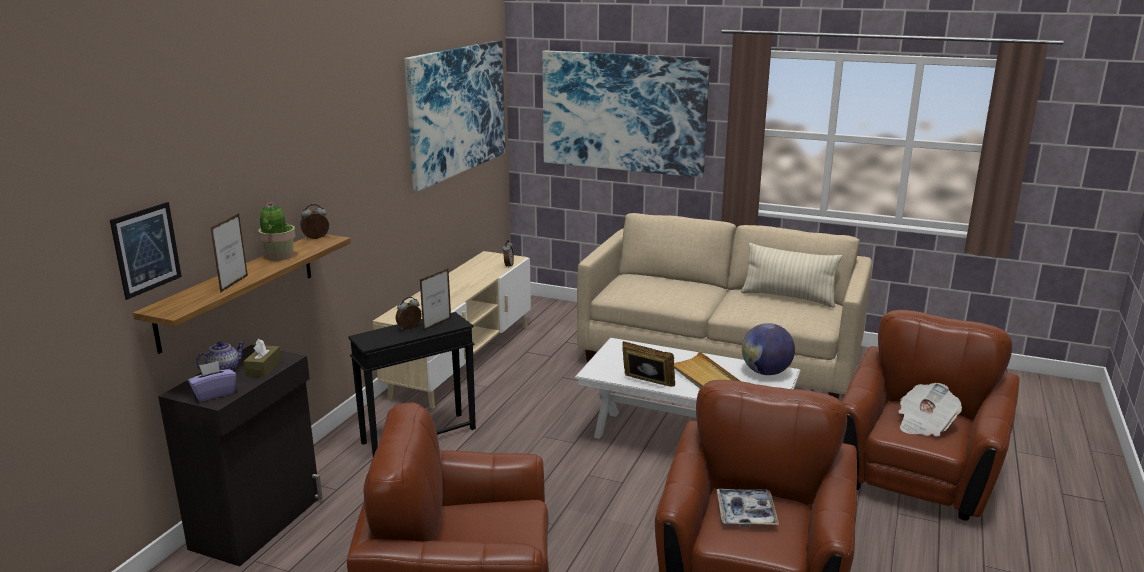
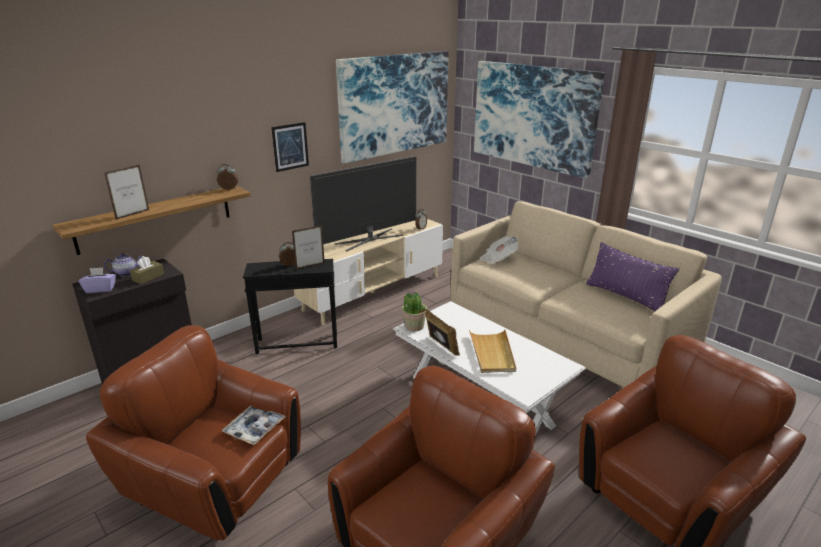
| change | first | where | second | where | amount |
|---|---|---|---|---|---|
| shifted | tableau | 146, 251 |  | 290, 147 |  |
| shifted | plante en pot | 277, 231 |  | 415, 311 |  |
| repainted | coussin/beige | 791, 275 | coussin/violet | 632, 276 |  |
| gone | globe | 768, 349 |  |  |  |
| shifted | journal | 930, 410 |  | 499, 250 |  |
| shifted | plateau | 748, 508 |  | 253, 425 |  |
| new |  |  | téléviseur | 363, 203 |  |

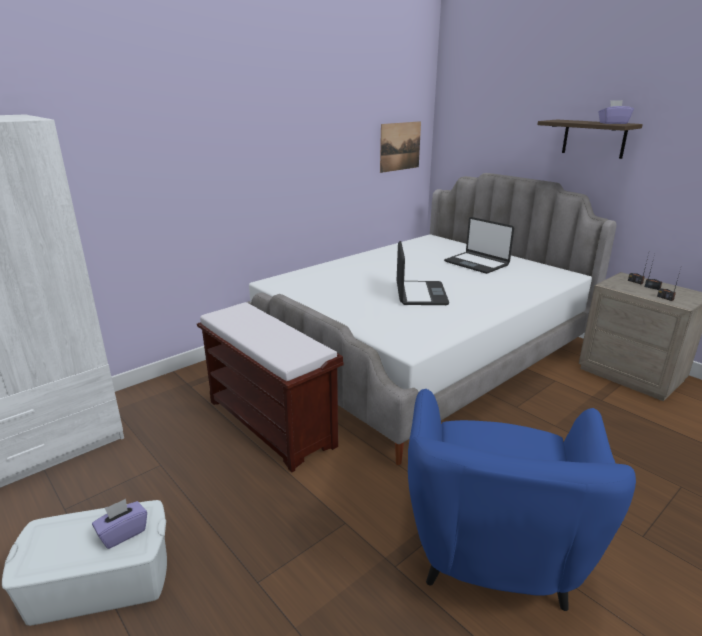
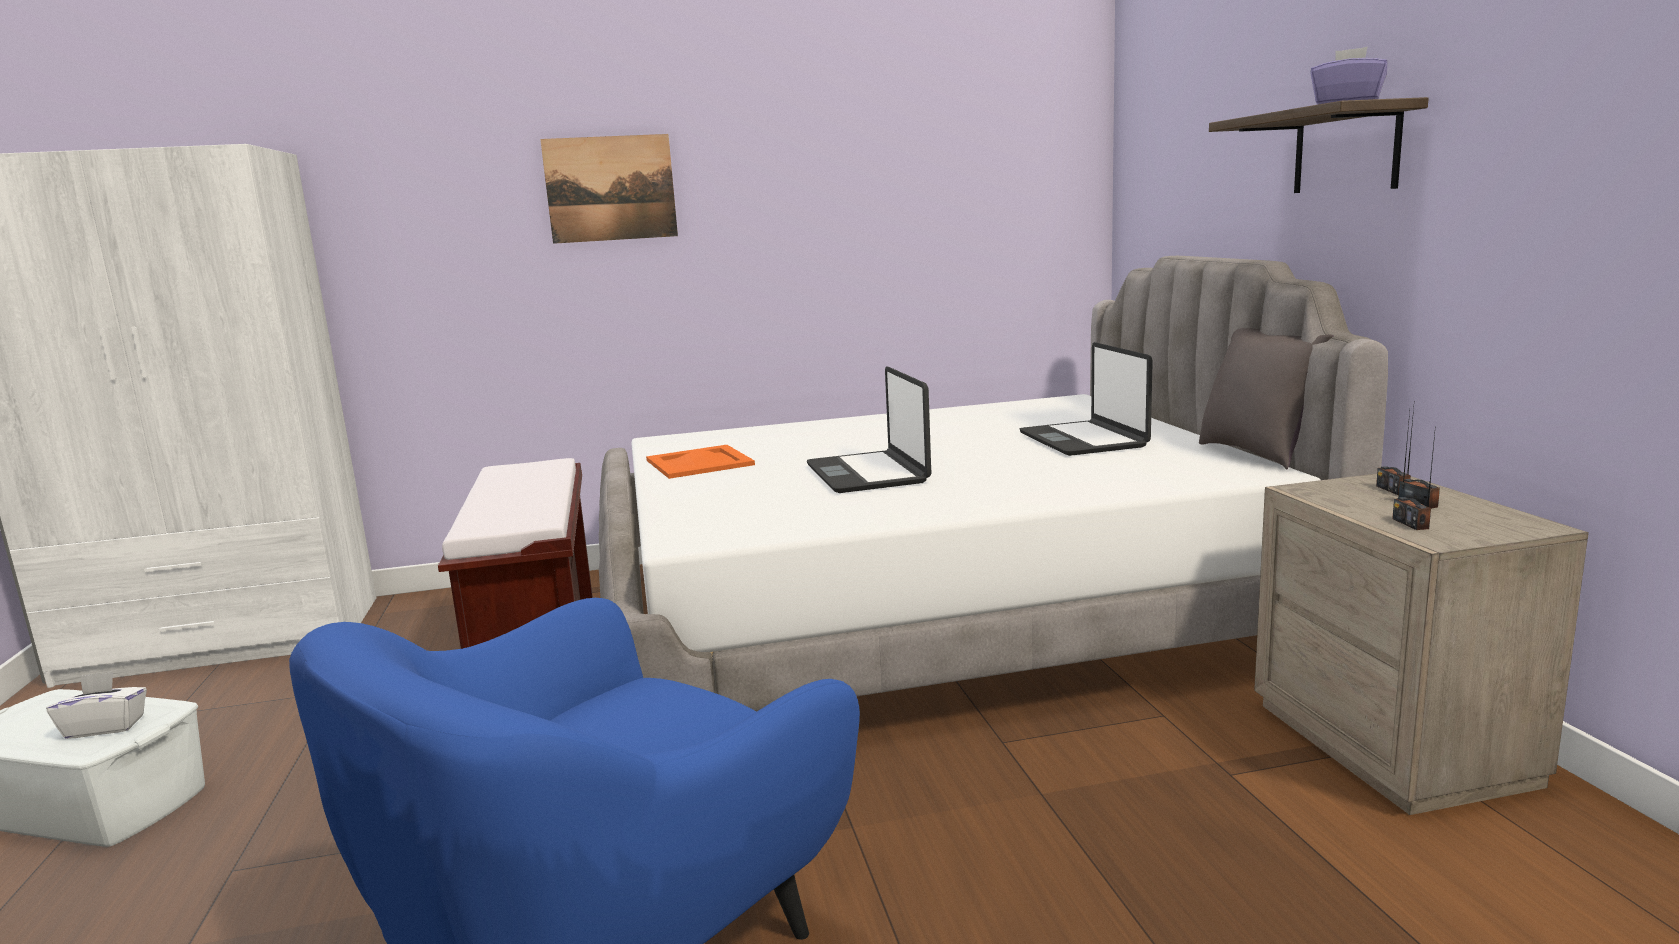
| change | first | where | second | where | amount |
|---|---|---|---|---|---|
| shifted | tableau | 400, 147 |  | 609, 189 |  |
| rotated | ordinateur portable | 423, 273 |  | 869, 429 | 135 degrees clockwise |
| repainted | boîte à mouchoirs/violet | 119, 524 | boîte à mouchoirs/blanc | 96, 705 |  |
| new |  |  | coussin/gris | 1266, 398 |  |
| new |  |  | plateau/orange | 700, 462 |  |

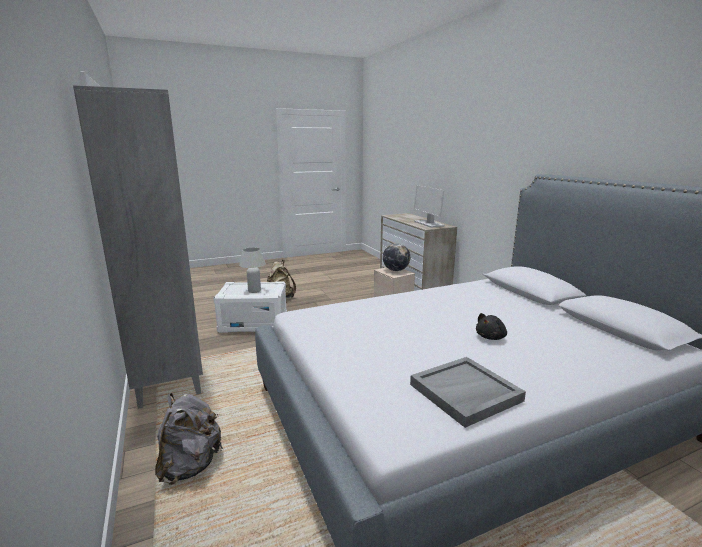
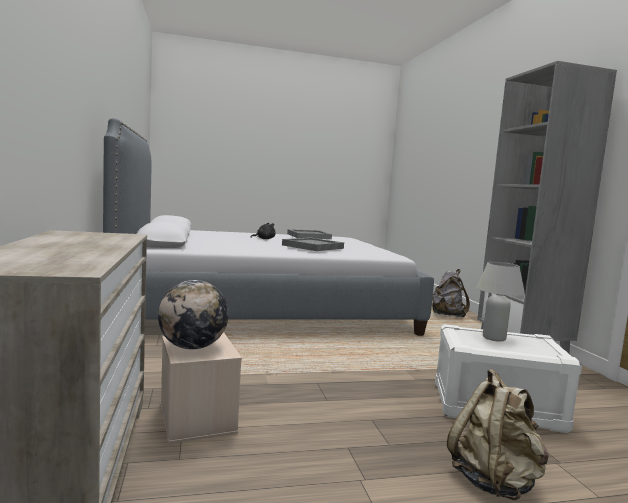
| change | first | where | second | where | amount |
|---|---|---|---|---|---|
| gone | écran d'ordinateur | 429, 206 |  |  |  |
| new |  |  | plateau/gris | 313, 244 |  |

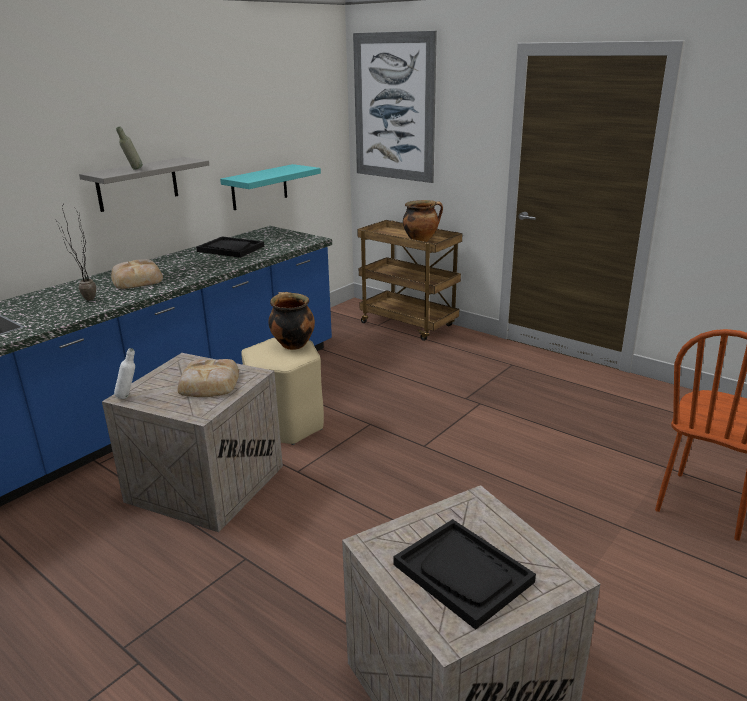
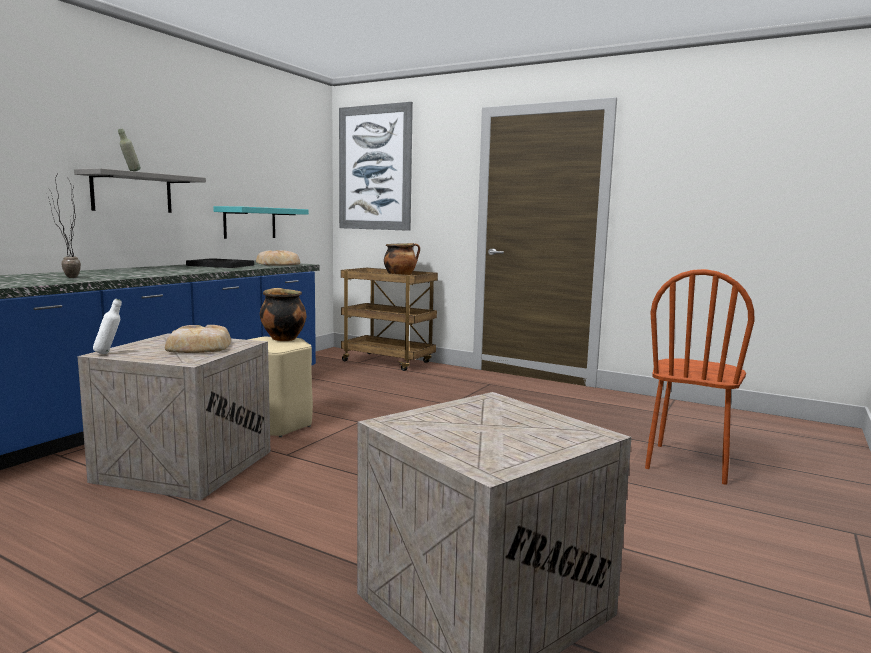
| change | first | where | second | where | amount |
|---|---|---|---|---|---|
| shifted | pain | 137, 274 |  | 278, 258 |  |
| gone | plateau/noir | 464, 574 |  |  |  |

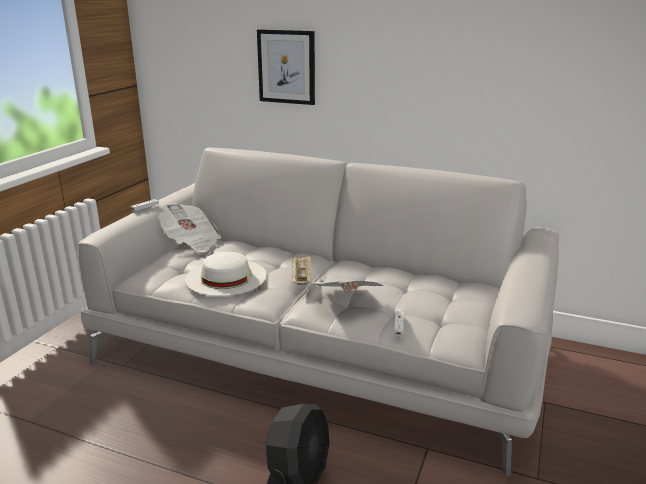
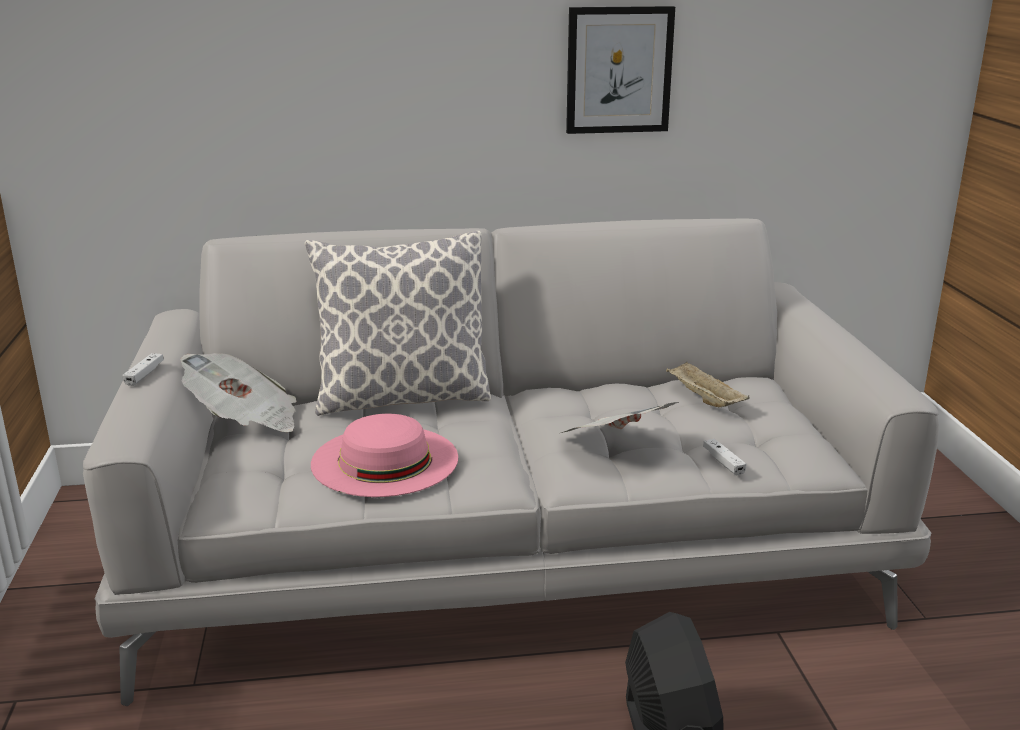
| change | first | where | second | where | amount |
|---|---|---|---|---|---|
| shifted | tableau | 286, 67 |  | 620, 70 |  |
| repainted | chapeau/blanc | 226, 274 | chapeau/rose | 384, 455 |  |
| shifted | plateau/beige | 301, 270 |  | 708, 384 |  |
| new |  |  | coussin | 398, 323 |  |

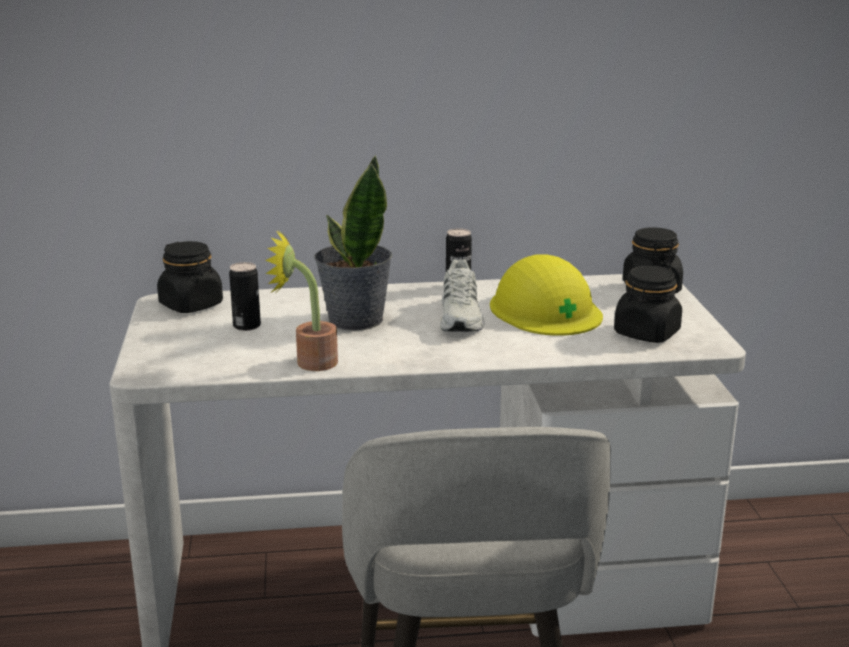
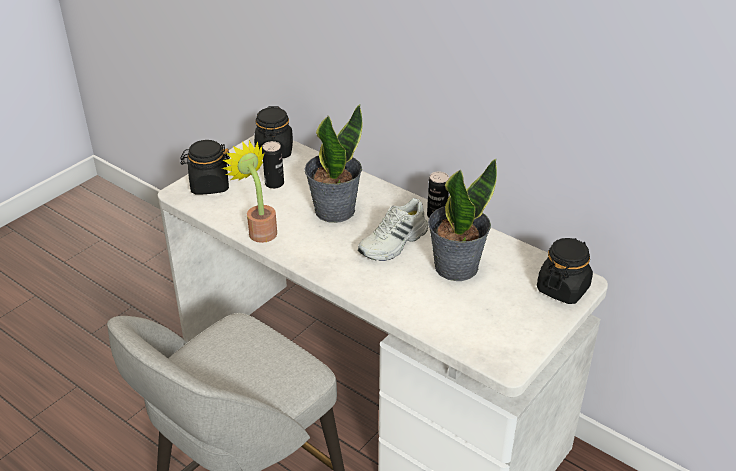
| change | first | where | second | where | amount |
|---|---|---|---|---|---|
| swapped | casque de chantier/jaune | 546, 295 | plante en pot | 462, 219 |  |
| shifted | bocal/noir | 648, 304 |  | 205, 167 |  |

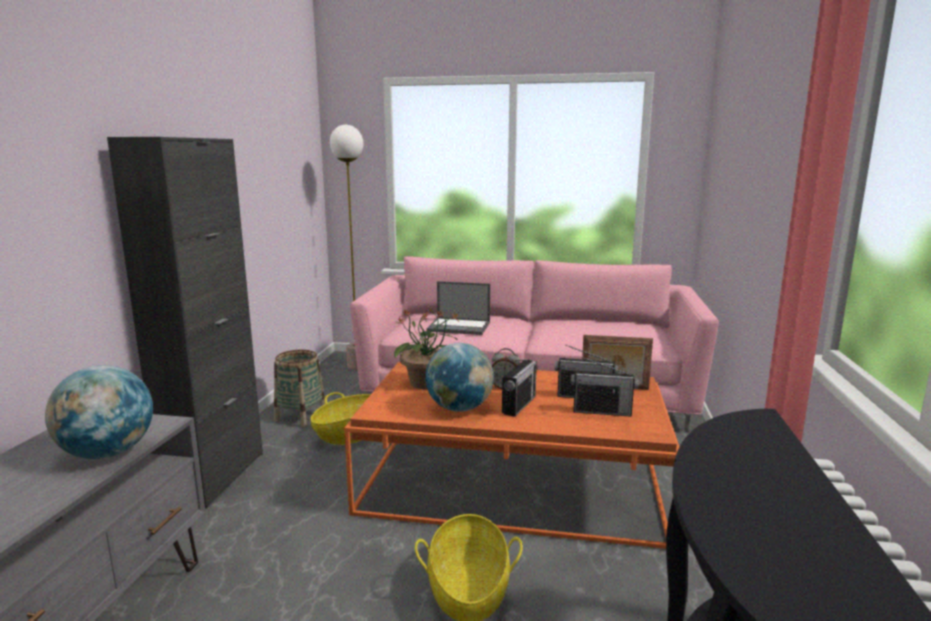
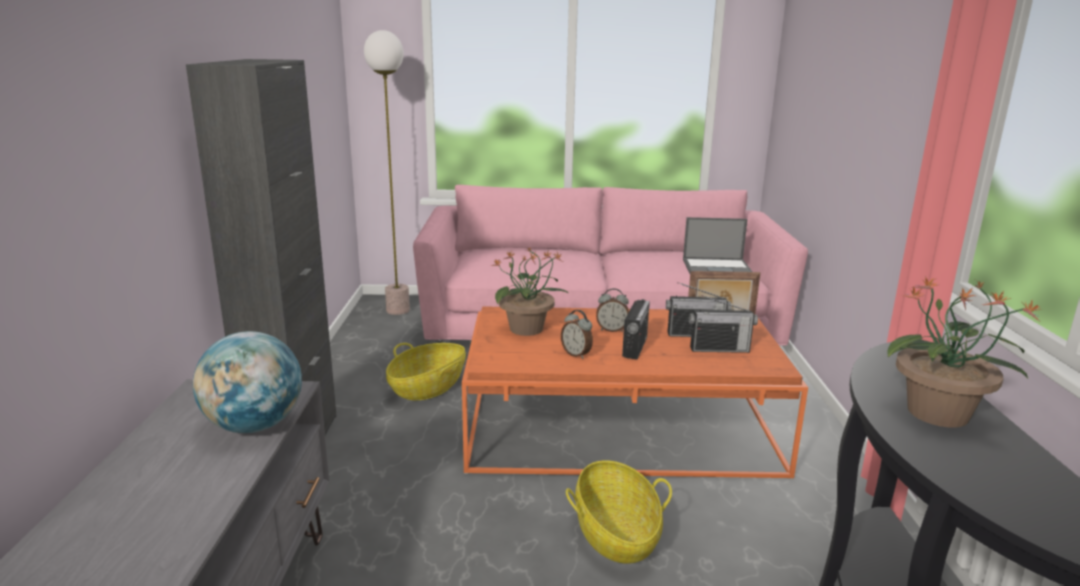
| change | first | where | second | where | amount |
|---|---|---|---|---|---|
| shifted | ordinateur portable | 458, 308 |  | 717, 245 |  |
| swapped | globe | 459, 377 | réveil | 577, 334 |  |
| gone | panier | 299, 389 |  |  |  |
| new |  |  | plante en pot | 963, 352 |  |

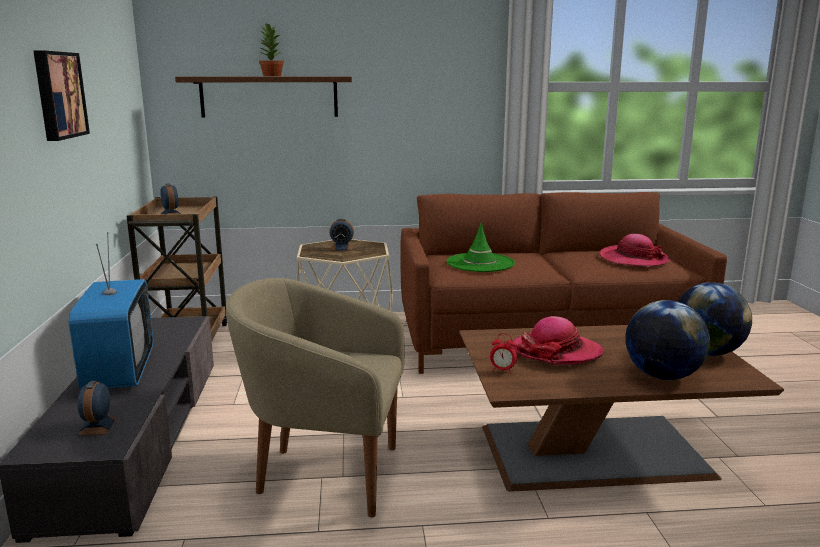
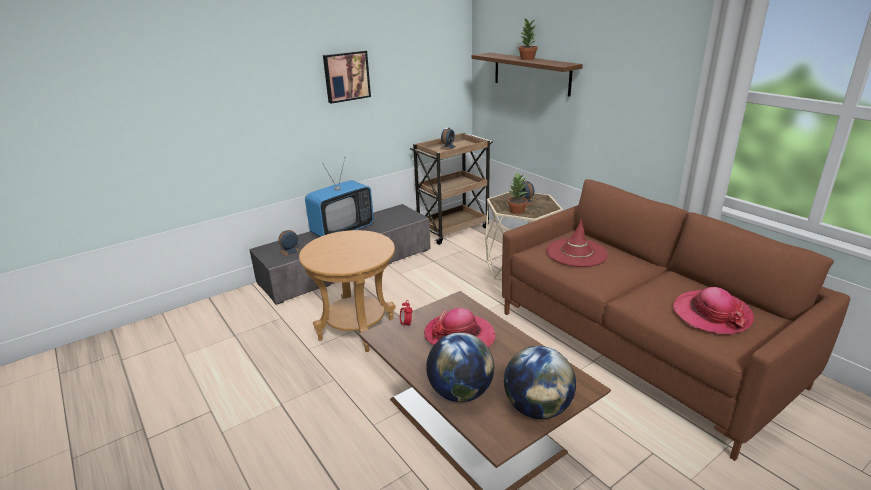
| change | first | where | second | where | amount |
|---|---|---|---|---|---|
| repainted | chapeau/vert | 481, 247 | chapeau/rouge | 577, 243 |  |
| swapped | fauteuil/beige | 315, 398 | table d'appoint/marron | 347, 291 |  |
| new |  |  | plante en pot | 517, 193 |  |

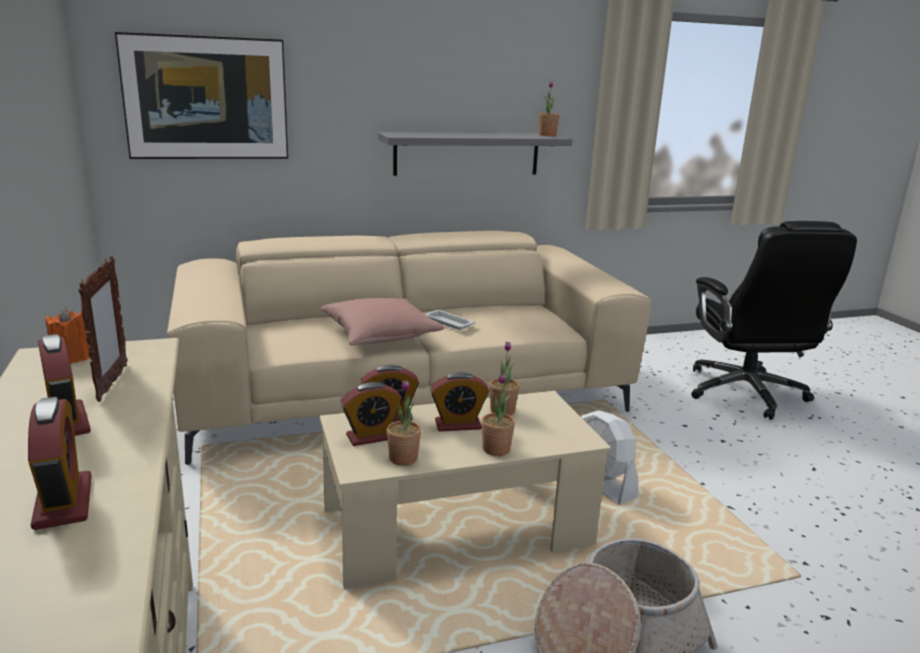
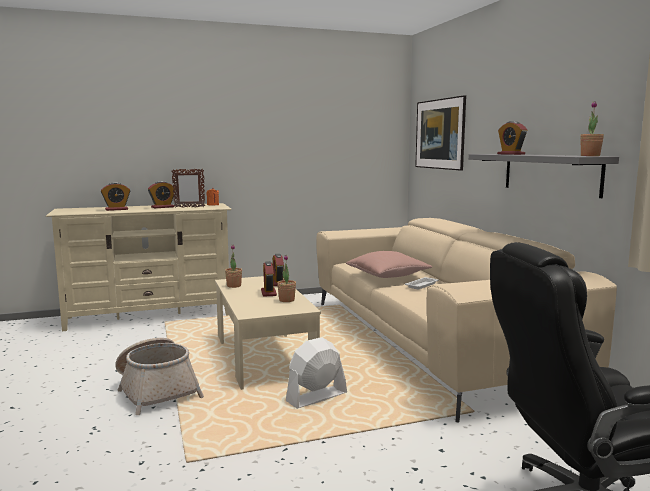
| change | first | where | second | where | amount |
|---|---|---|---|---|---|
| gone | plante en pot | 498, 414 |  |  |  |
| shifted | réveil | 371, 414 |  | 512, 138 |  |

